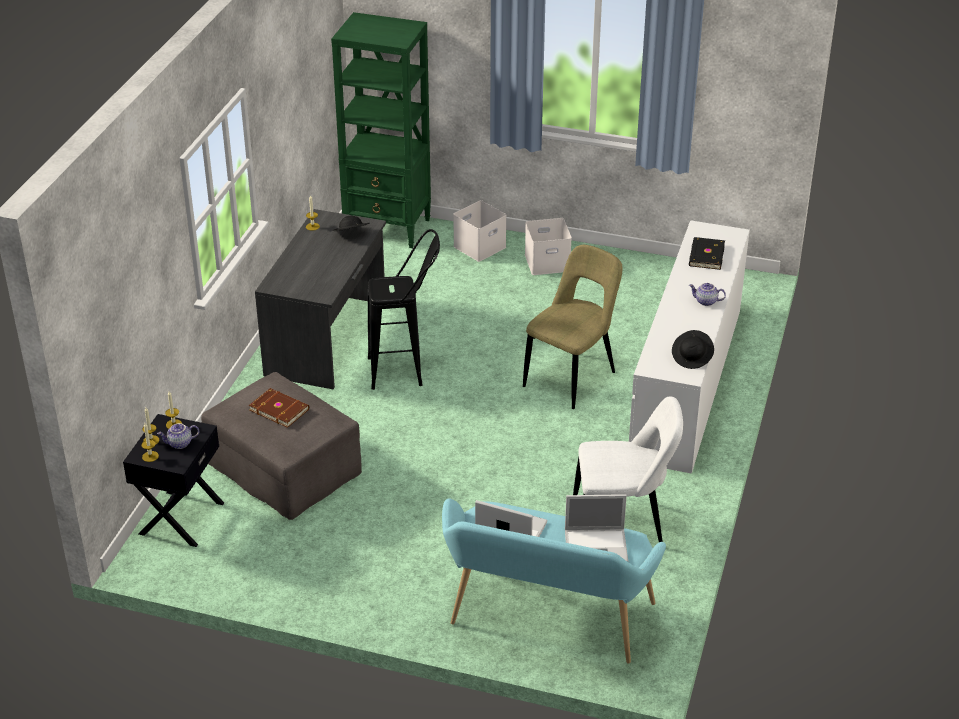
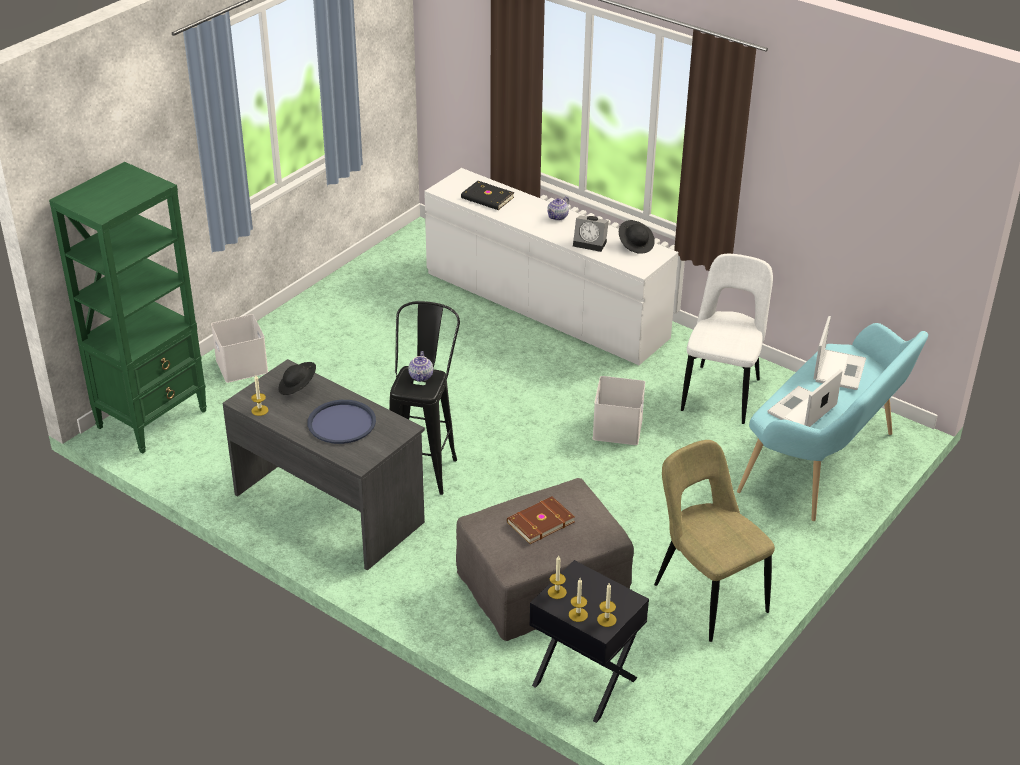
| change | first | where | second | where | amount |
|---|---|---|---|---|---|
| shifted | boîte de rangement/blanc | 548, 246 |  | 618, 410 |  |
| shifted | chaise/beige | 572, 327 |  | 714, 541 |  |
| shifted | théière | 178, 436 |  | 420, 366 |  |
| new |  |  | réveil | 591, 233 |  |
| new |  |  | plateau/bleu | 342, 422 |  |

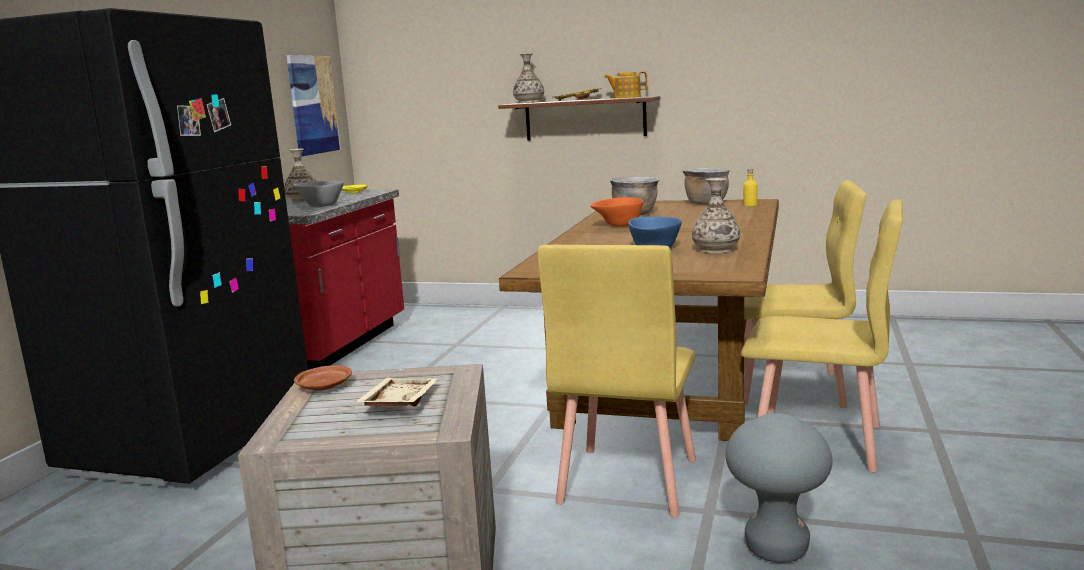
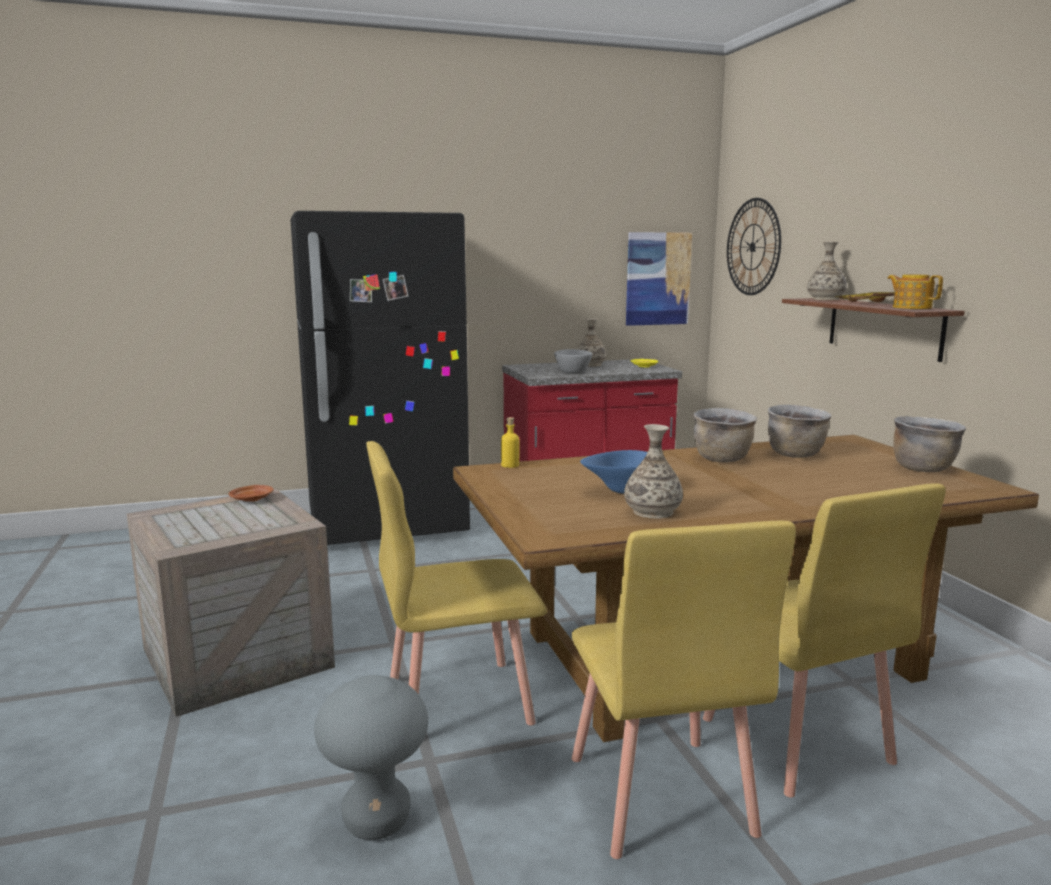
| change | first | where | second | where | amount |
|---|---|---|---|---|---|
| shifted | bouteille/jaune | 750, 187 |  | 510, 442 |  |
| swapped | bol/orange | 616, 212 | marmite/marron | 725, 435 |  |
| gone | plateau/beige | 396, 392 |  |  |  |
| new |  |  | horloge murale | 754, 246 |  |

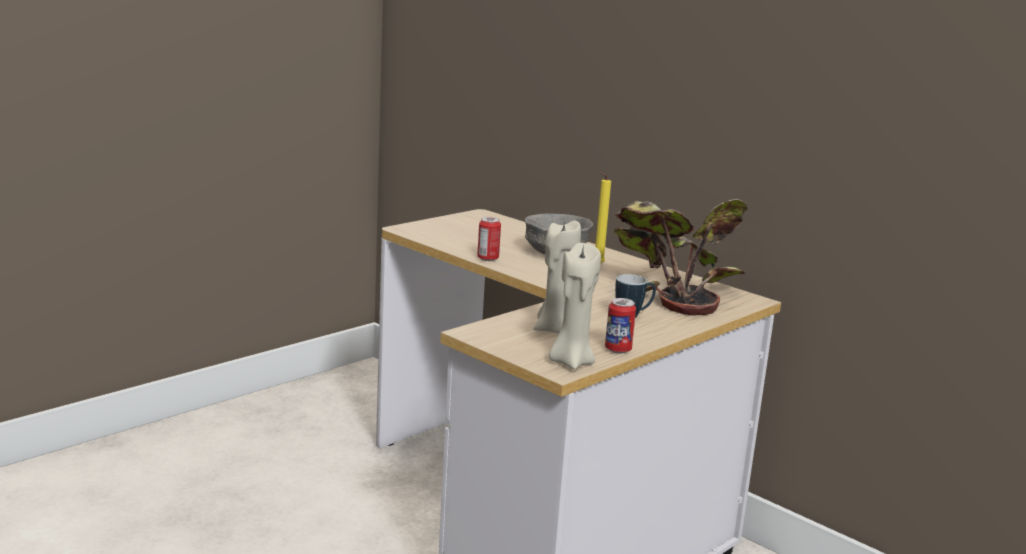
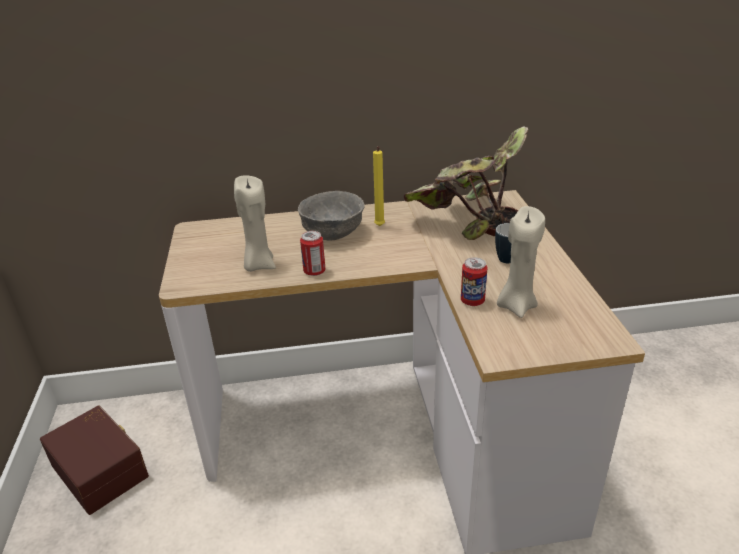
| change | first | where | second | where | amount |
|---|---|---|---|---|---|
| shifted | bougie/beige | 575, 306 |  | 255, 223 |  |
| shifted | boîte métallique | 620, 325 |  | 474, 281 |  |
| new |  |  | boîte de rangement/marron | 94, 460 |  |

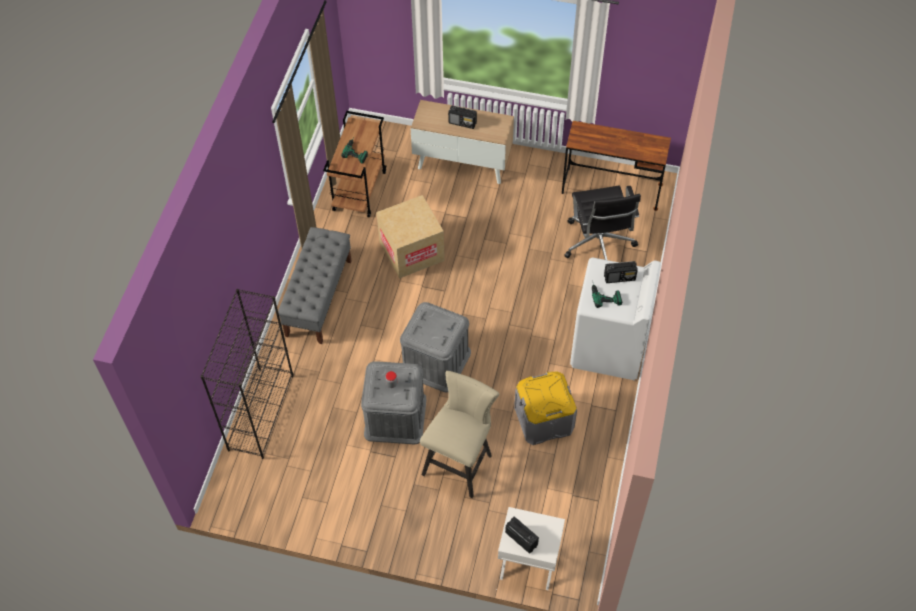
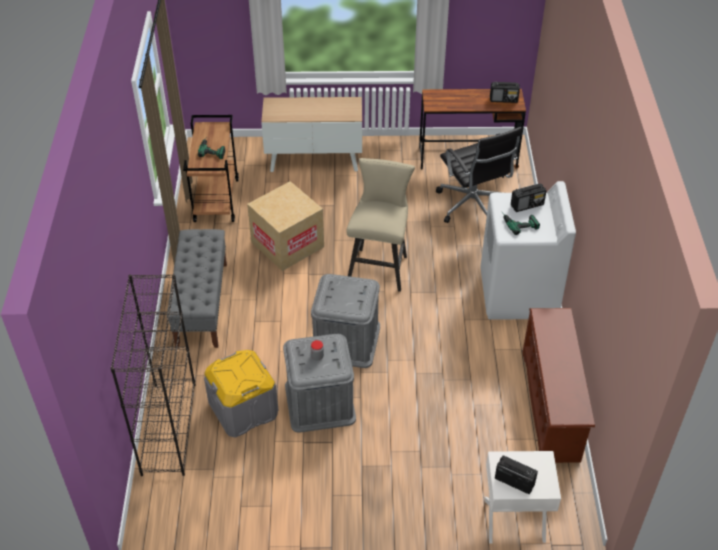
| change | first | where | second | where | amount |
|---|---|---|---|---|---|
| shifted | radio | 462, 117 |  | 505, 92 |  |
| shifted | tabouret/beige | 459, 434 |  | 380, 225 |  |
| shifted | boîte de rangement/gris | 545, 408 |  | 241, 394 |  |
| new |  |  | étagère à chaussures/marron | 558, 385 |  |

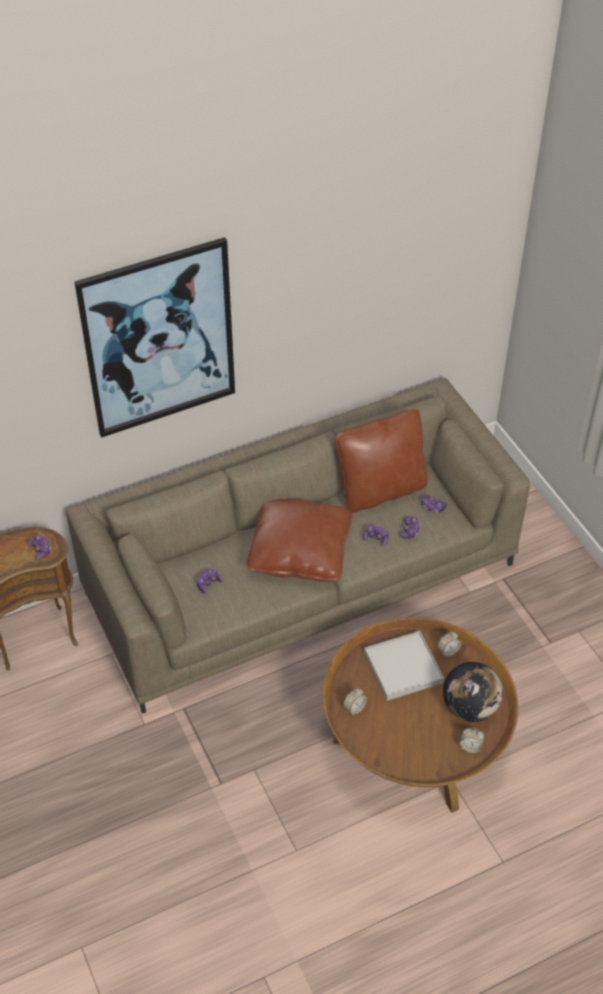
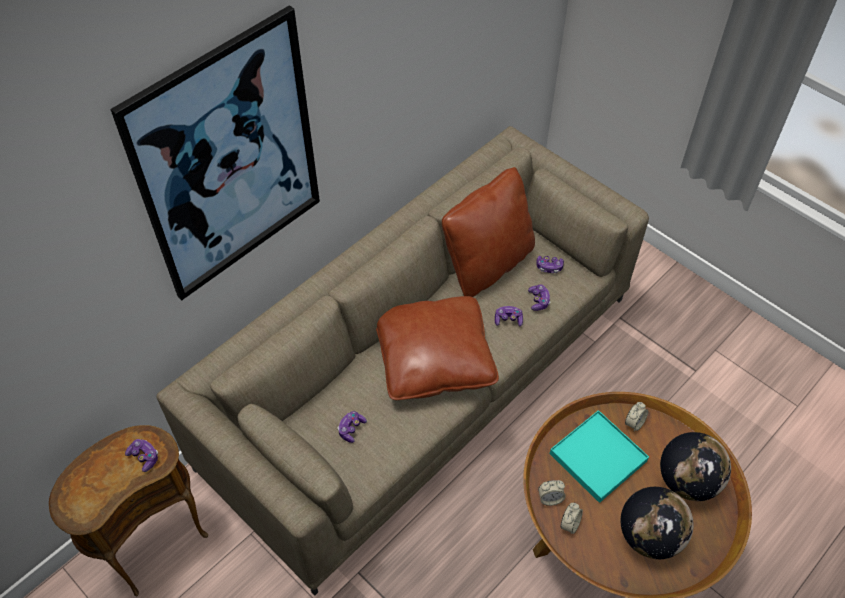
| change | first | where | second | where | amount |
|---|---|---|---|---|---|
| repainted | plateau/blanc | 404, 666 | plateau/turquoise | 599, 456 |  |
| shifted | réveil | 472, 740 |  | 552, 493 |  |
| new |  |  | globe | 657, 523 |  |

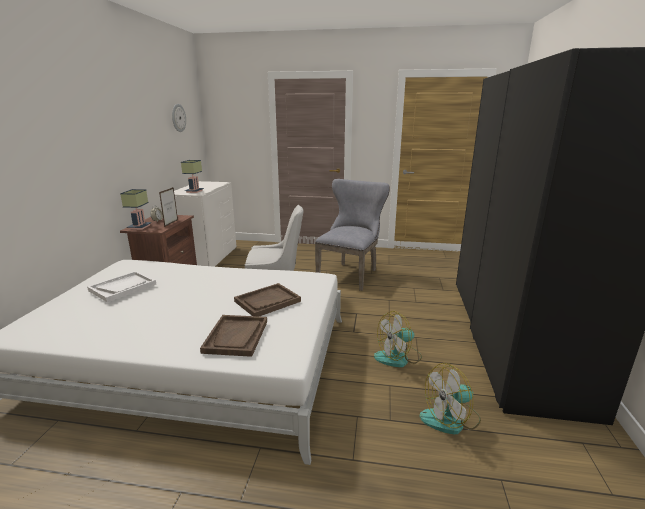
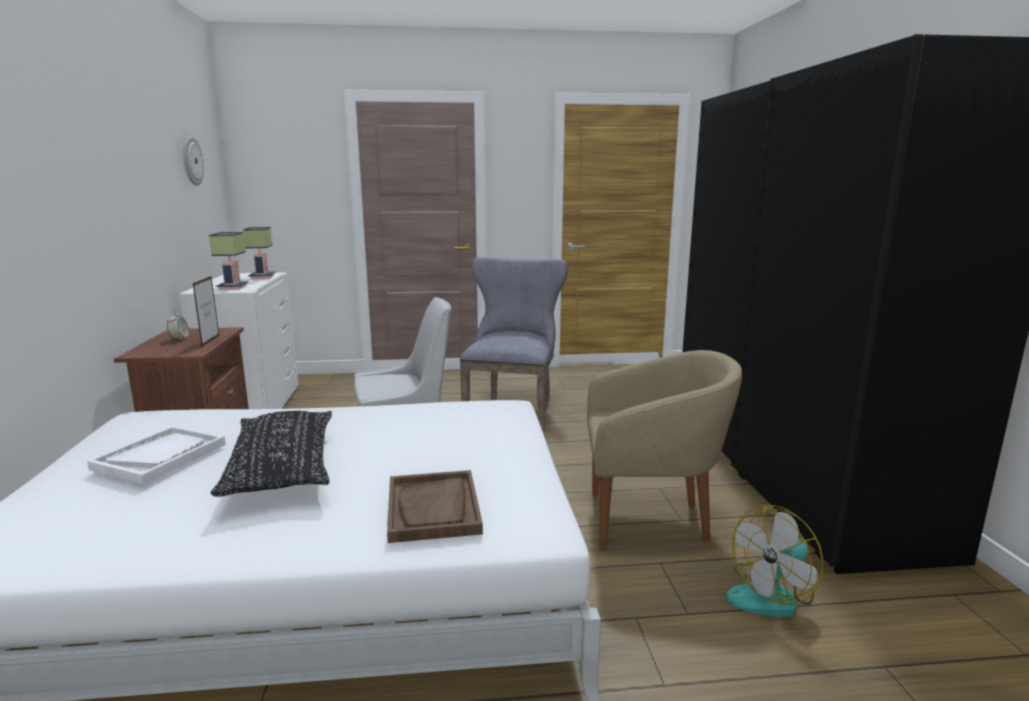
| change | first | where | second | where | amount |
|---|---|---|---|---|---|
| shifted | lampe de table | 136, 209 |  | 259, 253 |  |
| gone | plateau/marron | 267, 299 |  |  |  |
| swapped | ventilateur | 398, 339 | fauteuil/beige | 664, 450 |  |
| new |  |  | coussin/noir | 271, 454 |  |

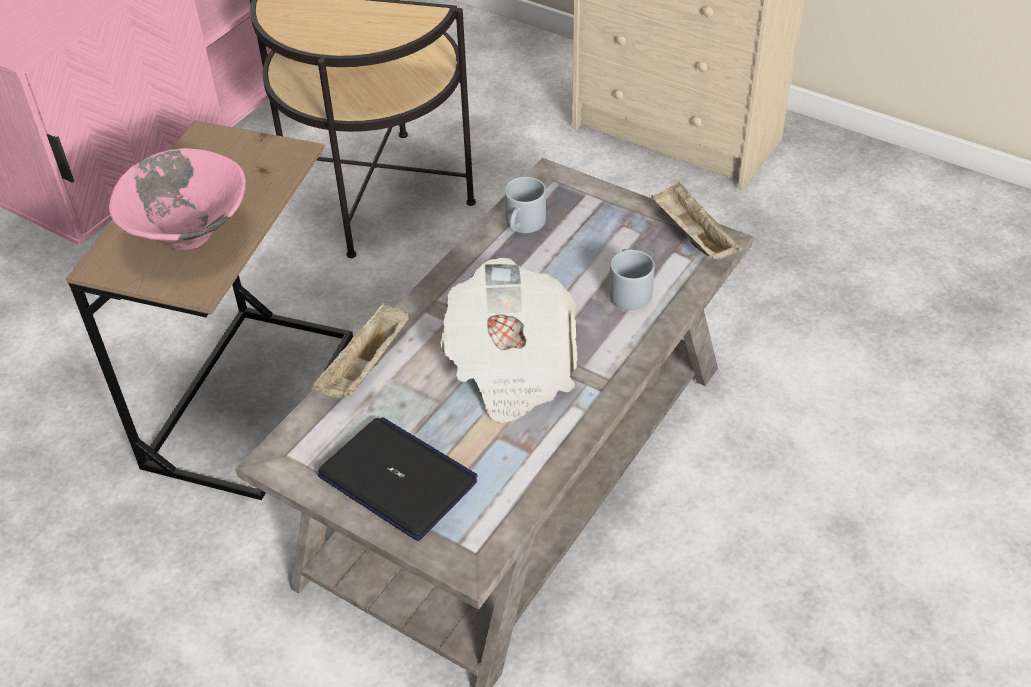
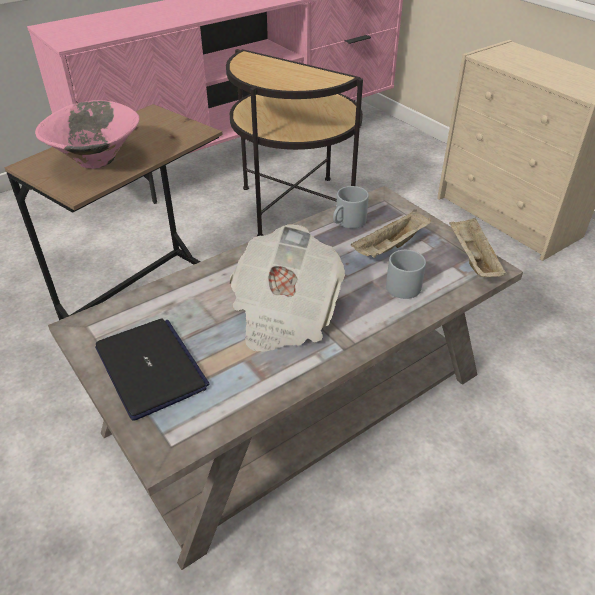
| change | first | where | second | where | amount |
|---|---|---|---|---|---|
| shifted | plateau/beige | 361, 351 |  | 391, 233 |  |

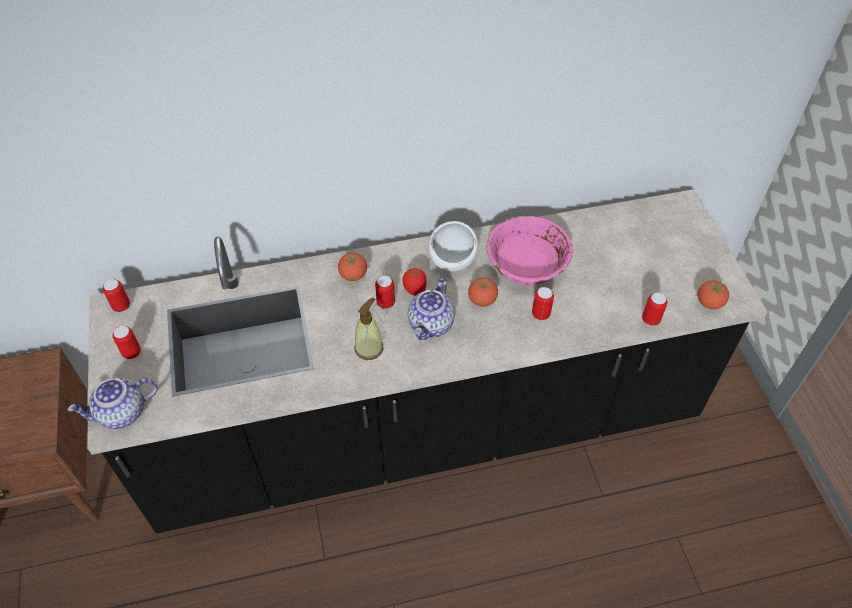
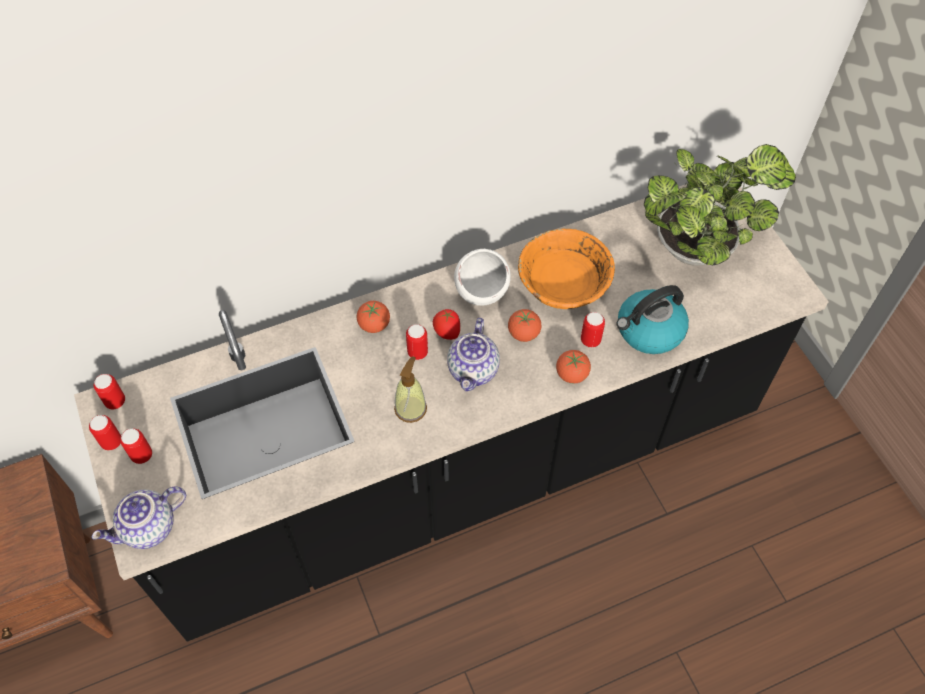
| change | first | where | second | where | amount |
|---|---|---|---|---|---|
| repainted | bol/rose | 529, 250 | bol/orange | 566, 269 |  |
| shifted | tomate | 713, 294 |  | 573, 366 |  |
| shifted | boîte métallique | 655, 309 |  | 105, 432 |  |
| new |  |  | plante en pot | 720, 205 |  |
| new |  |  | bouilloire | 652, 319 |  |

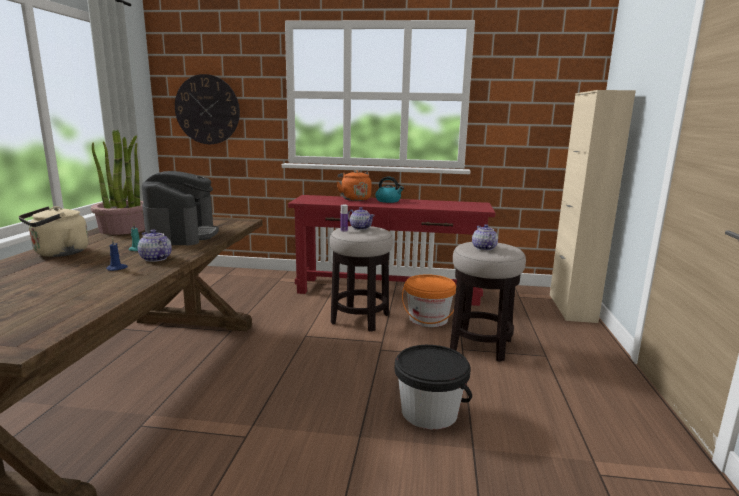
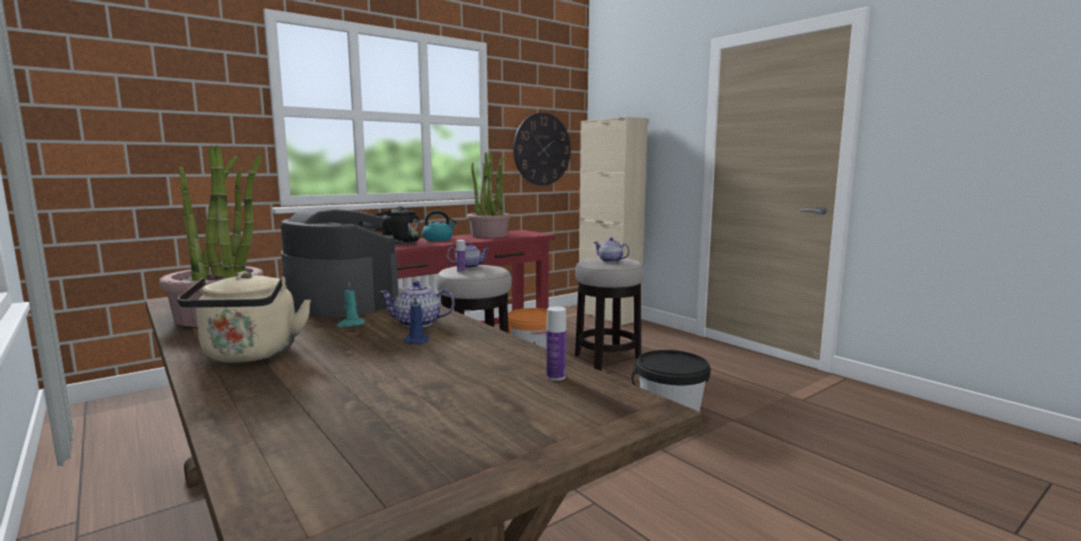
| change | first | where | second | where | amount |
|---|---|---|---|---|---|
| shifted | horloge murale | 207, 109 |  | 542, 149 |  |
| repainted | bouilloire/orange | 354, 185 | bouilloire/noir | 396, 225 |  |
| new |  |  | plante en pot | 489, 195 |  |
| new |  |  | bouteille | 556, 344 |  |

